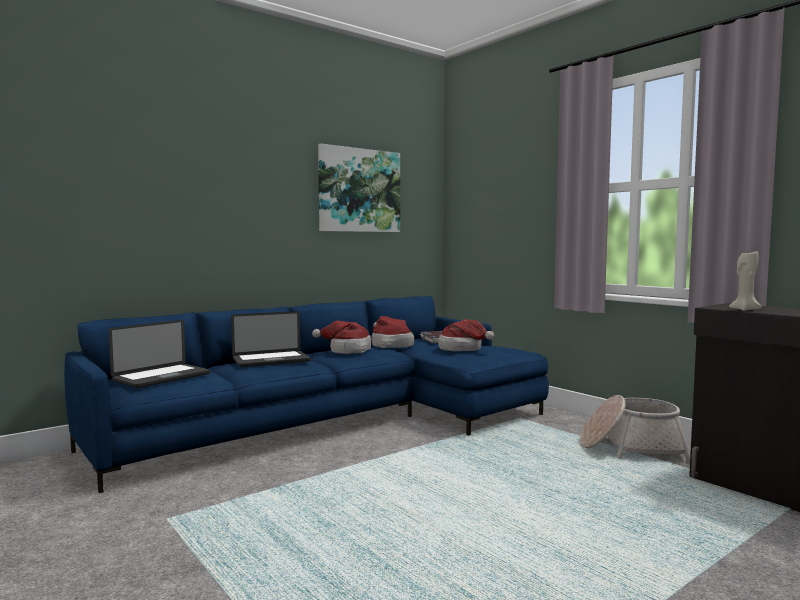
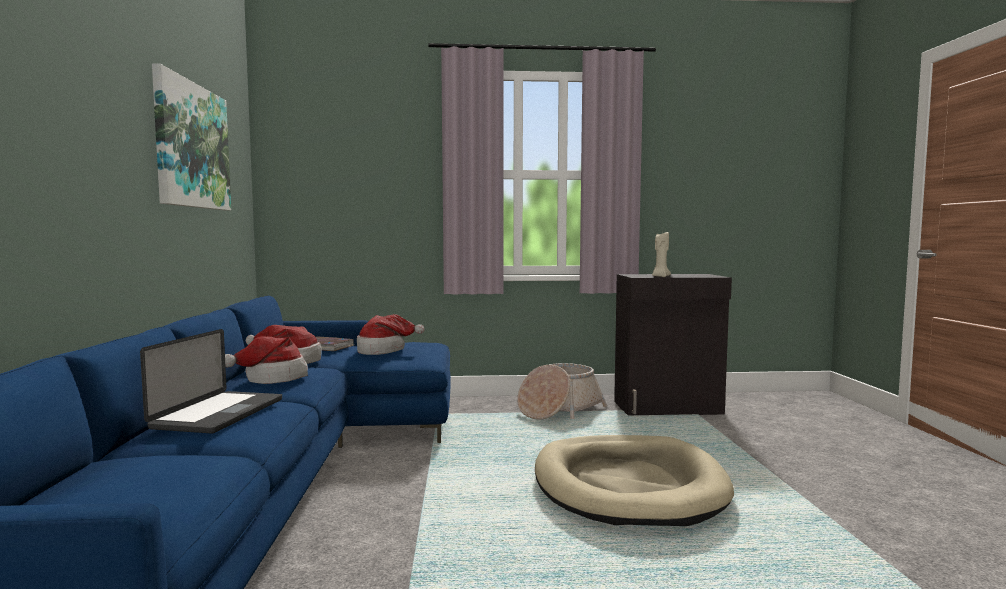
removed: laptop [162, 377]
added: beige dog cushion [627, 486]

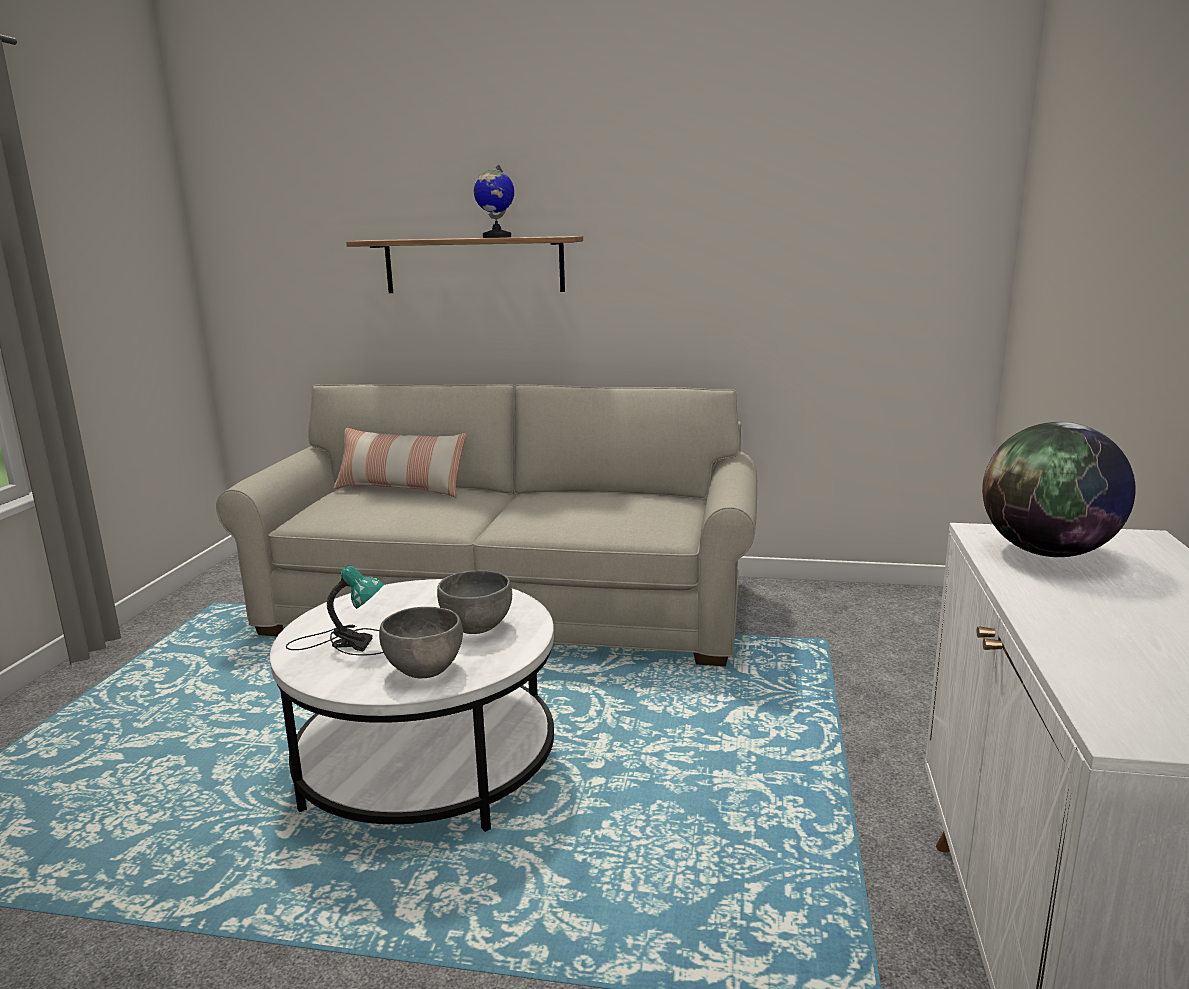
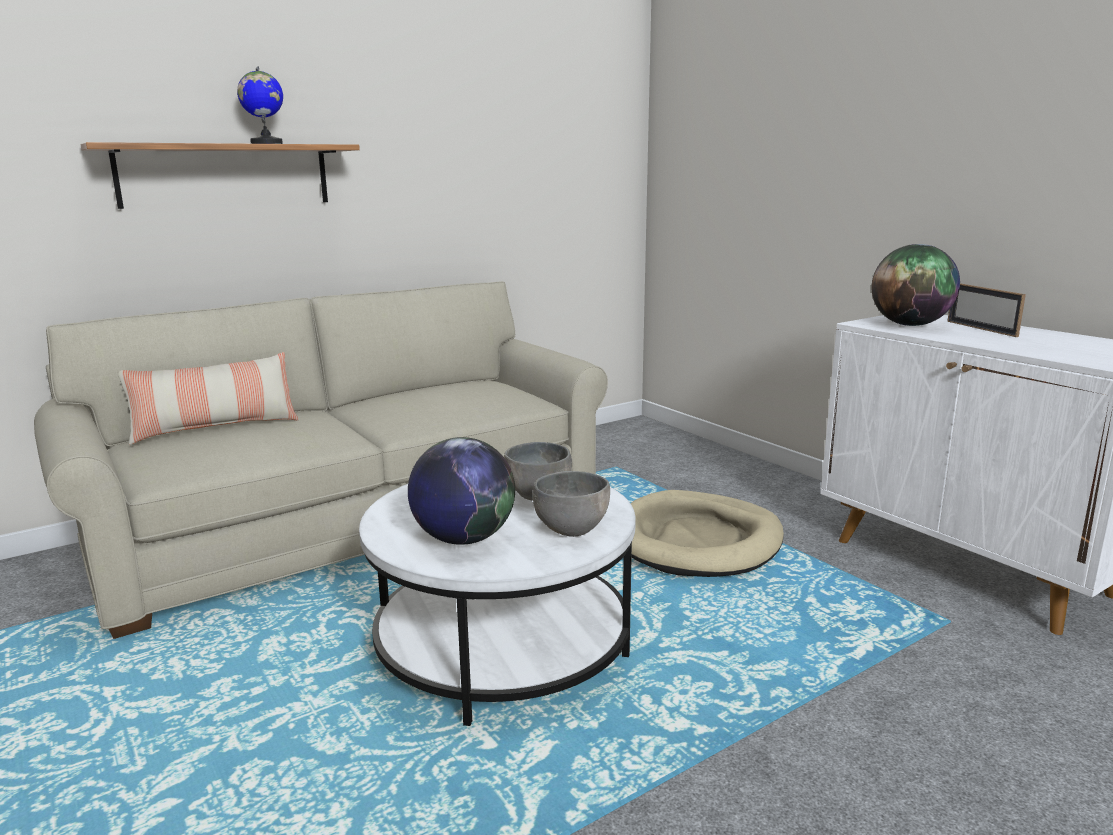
added: beige dog cushion [697, 541]; photo frame [981, 328]
replaced: tabletop lamp [348, 642] to globe [463, 539]

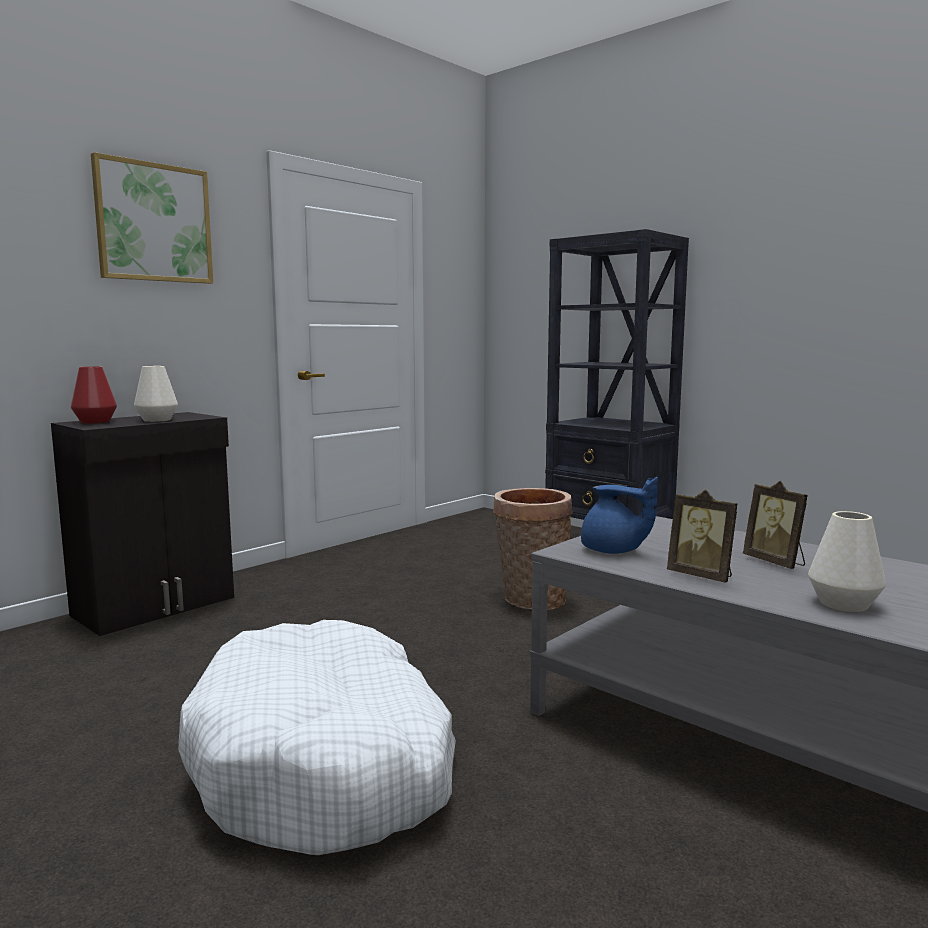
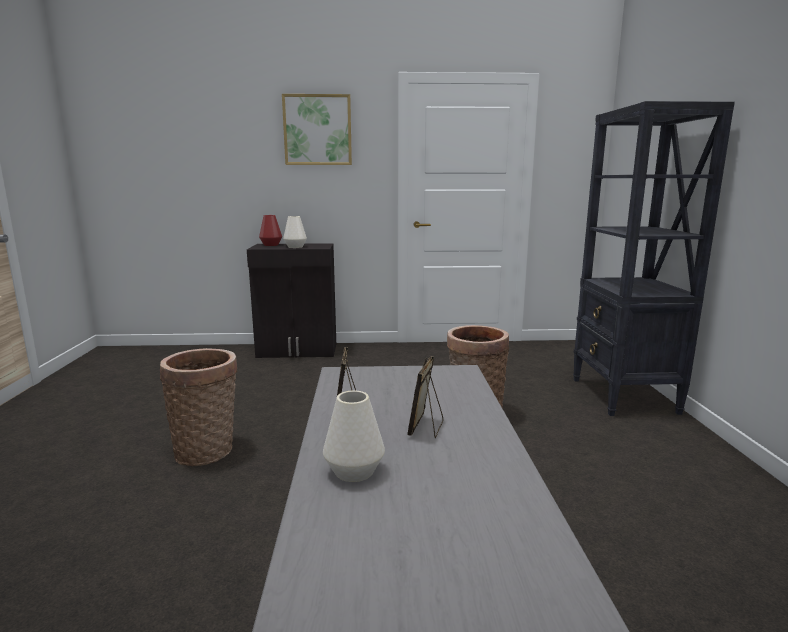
removed: bluish pot for tea [613, 551]
replaced: whitish dog cushion [325, 763] to storage basket [207, 450]

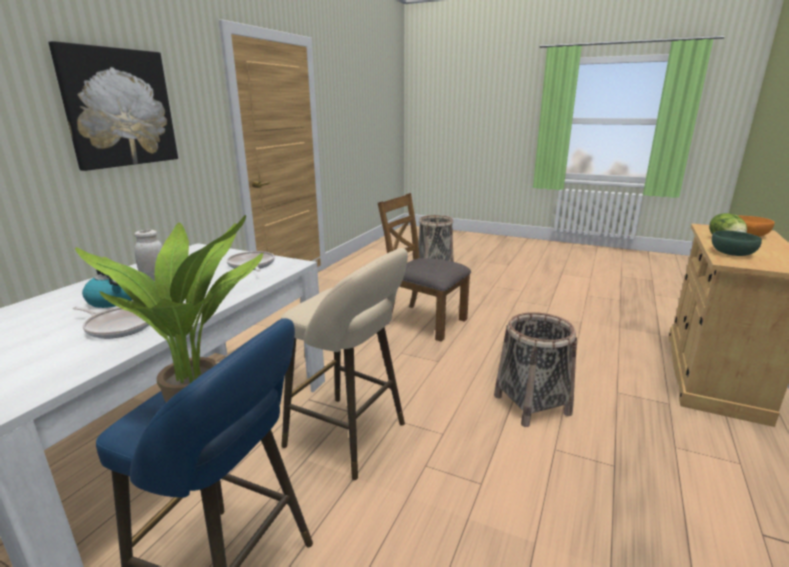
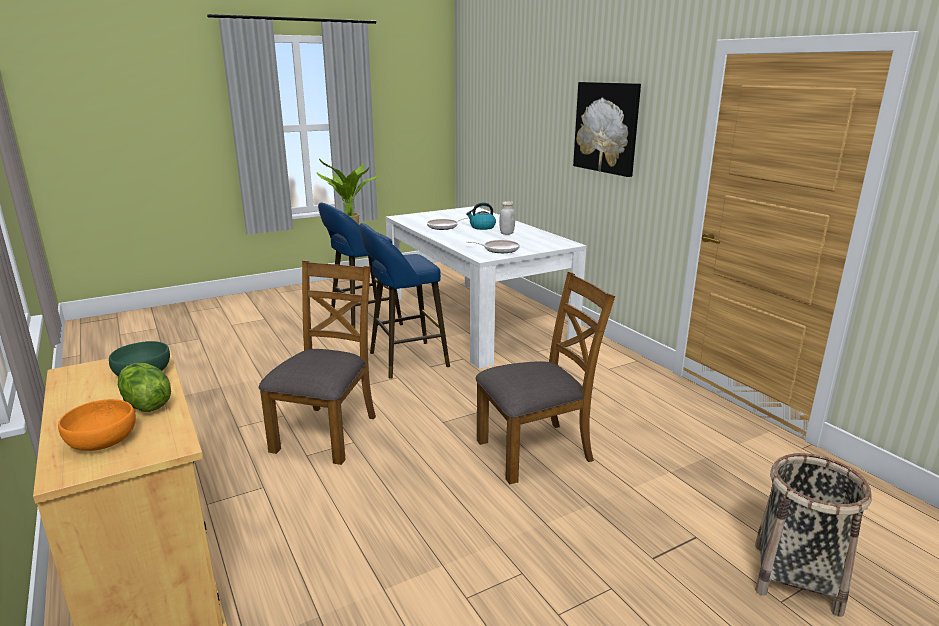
replaced: storage basket [531, 404] to brown plain chair [326, 433]
recoloured: beige stool [351, 437] to bluish stool [404, 360]

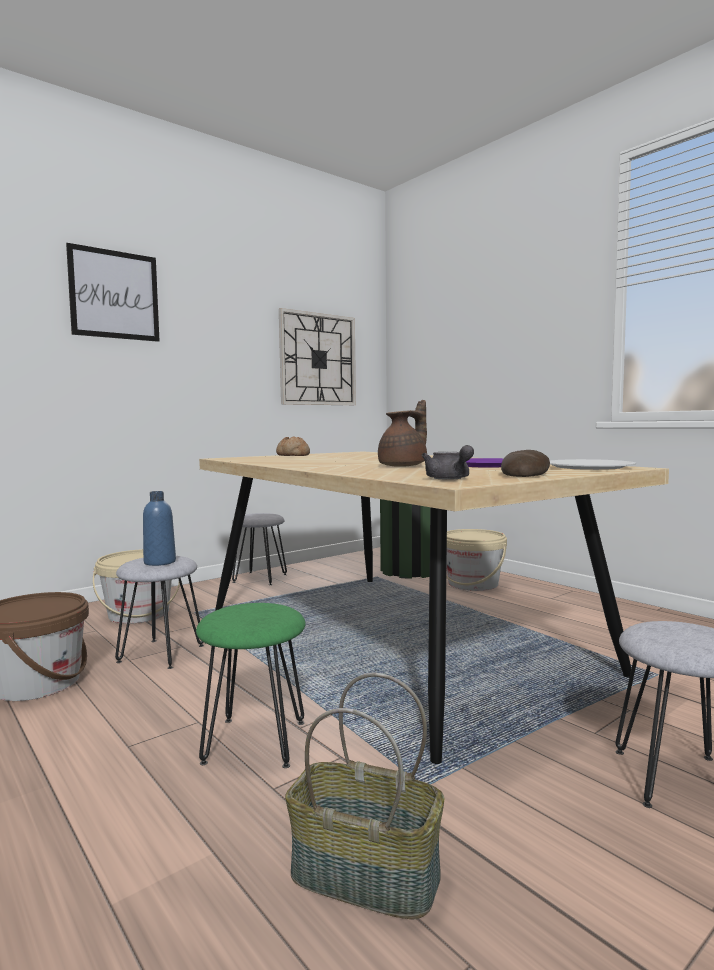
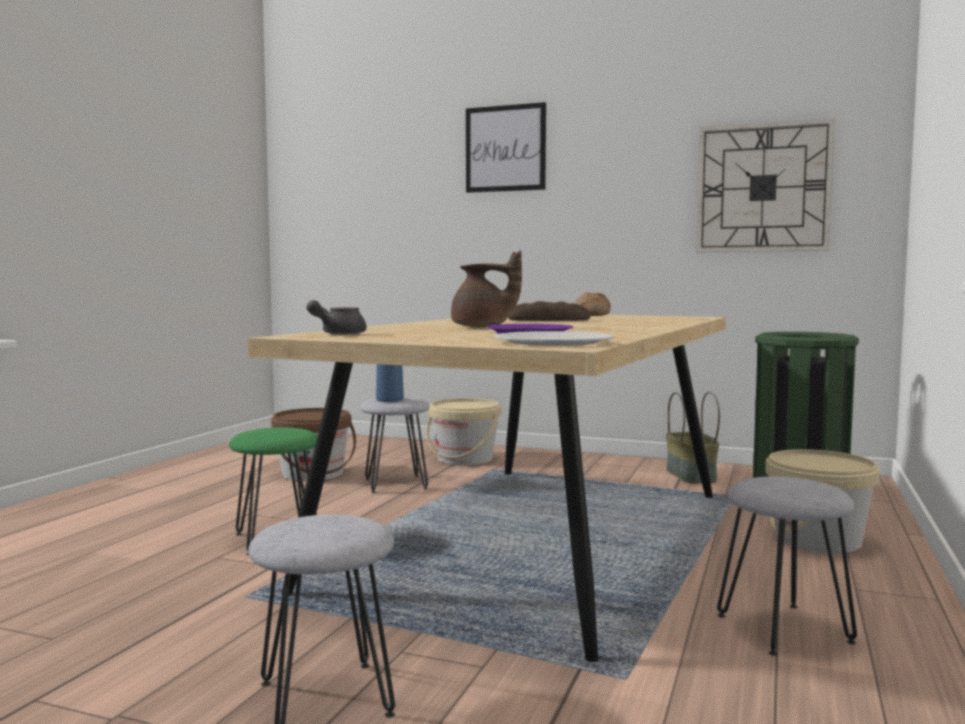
moved: gray stool [260, 578] to [785, 628]; storage basket [363, 877] to [689, 475]; bread [525, 473] to [549, 320]

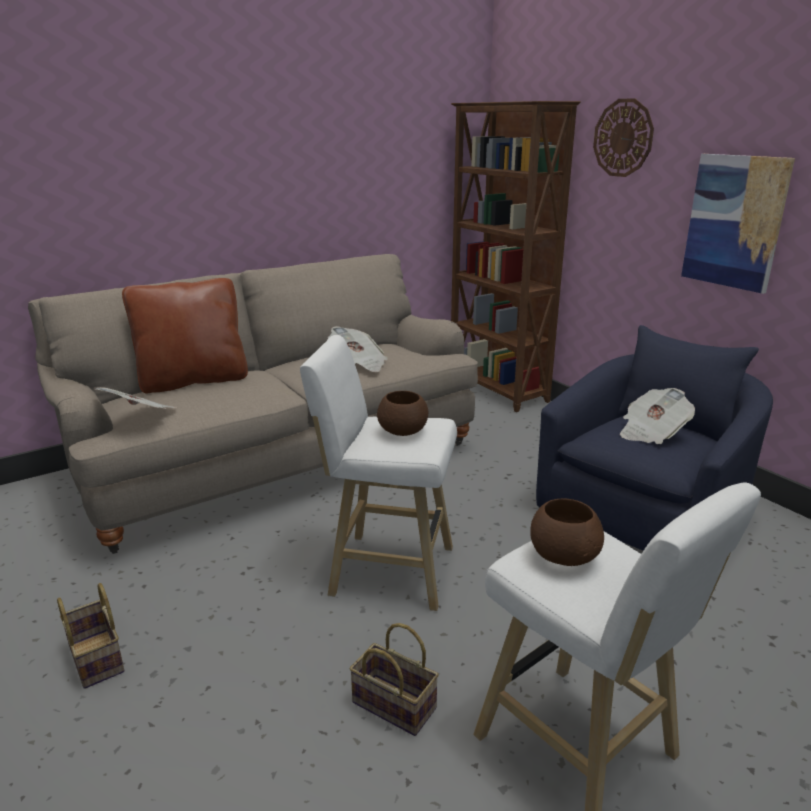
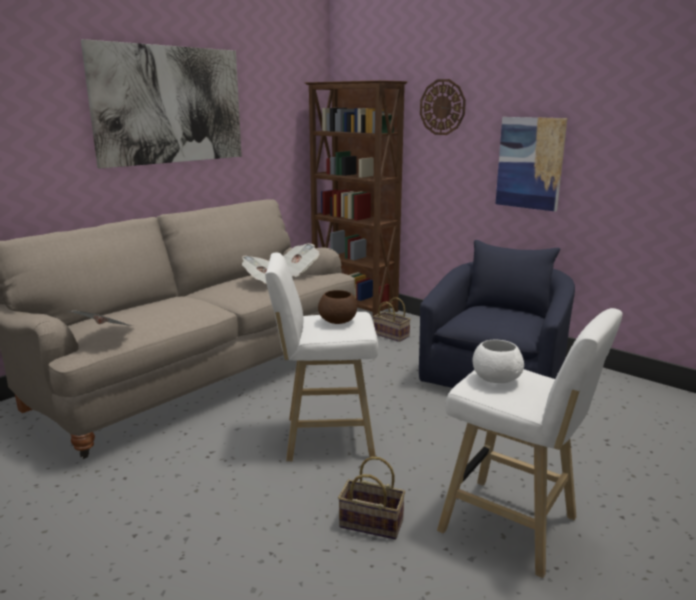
removed: brown cushion [193, 381]
added: picture [169, 105]
moved: storage basket [98, 659] to [392, 335]; daily paper [651, 433] to [296, 273]
recoloured: brown deep dish [563, 555] to whitish deep dish [495, 379]

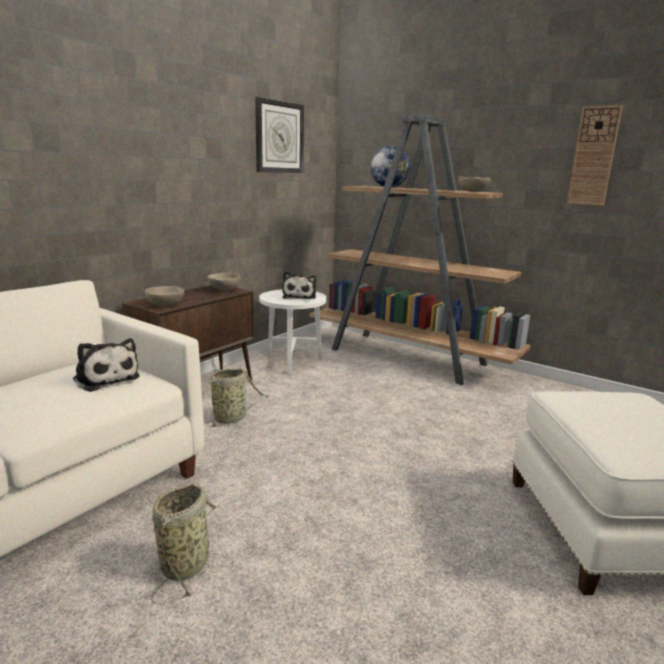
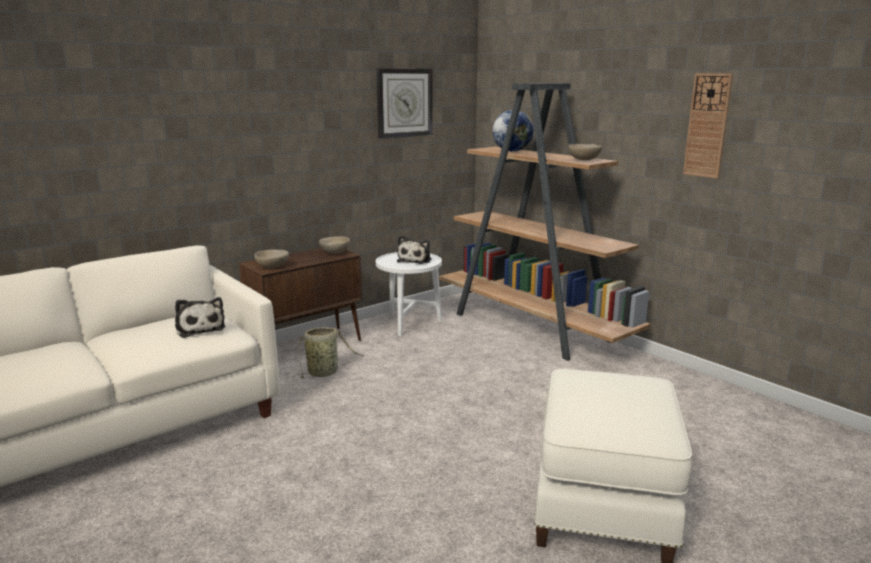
removed: storage basket [187, 563]

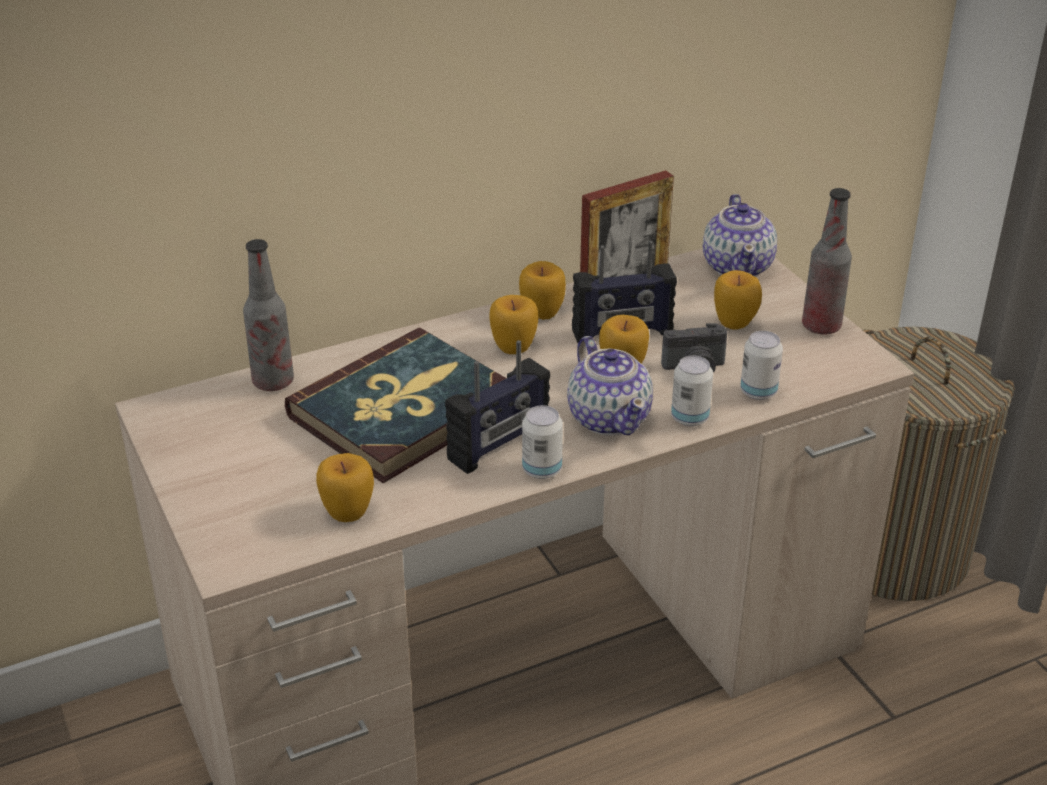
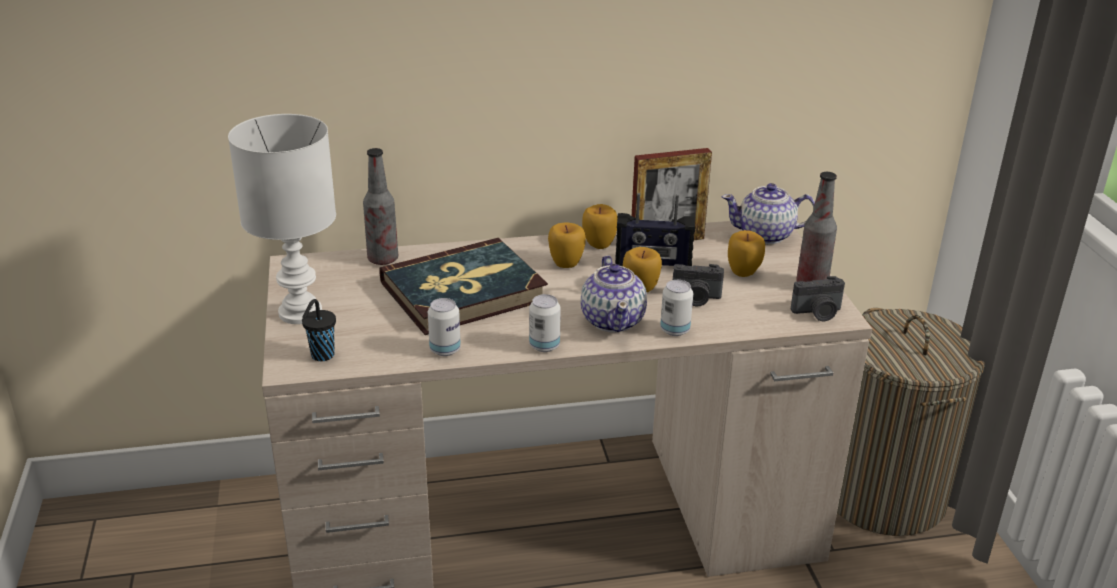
removed: whole apple [348, 512]; radio [500, 445]
added: whitish tabletop lamp [302, 312]; black-coloured small cup [321, 356]; photo camera [818, 313]
moved: sealed can [758, 392] to [445, 350]
turned: pot for tea [738, 266] = [766, 235] 75 degrees clockwise

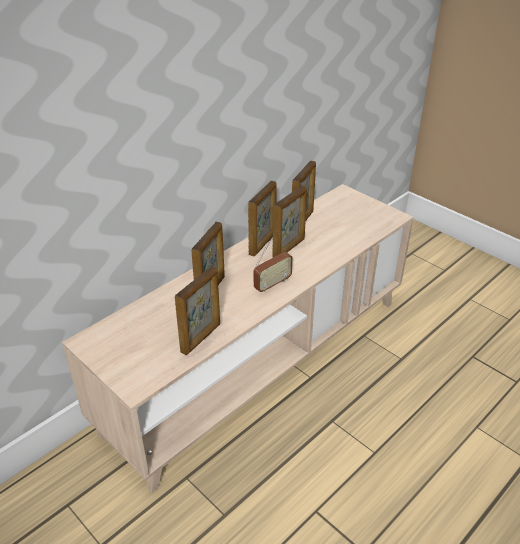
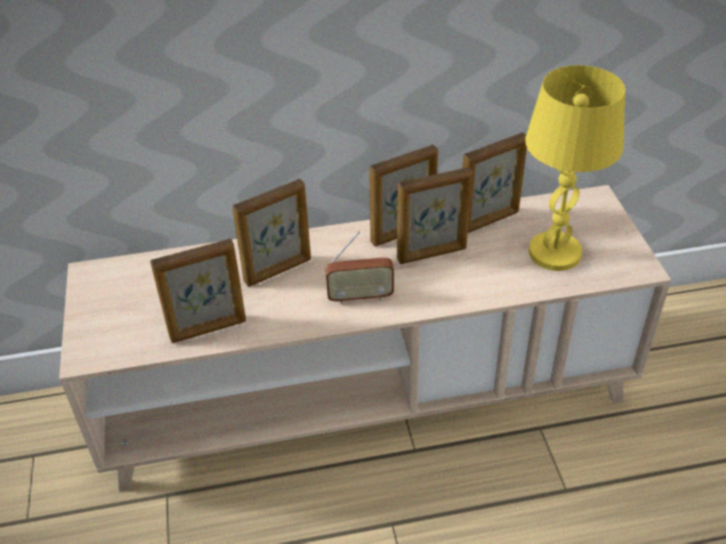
added: yellow tabletop lamp [554, 252]

